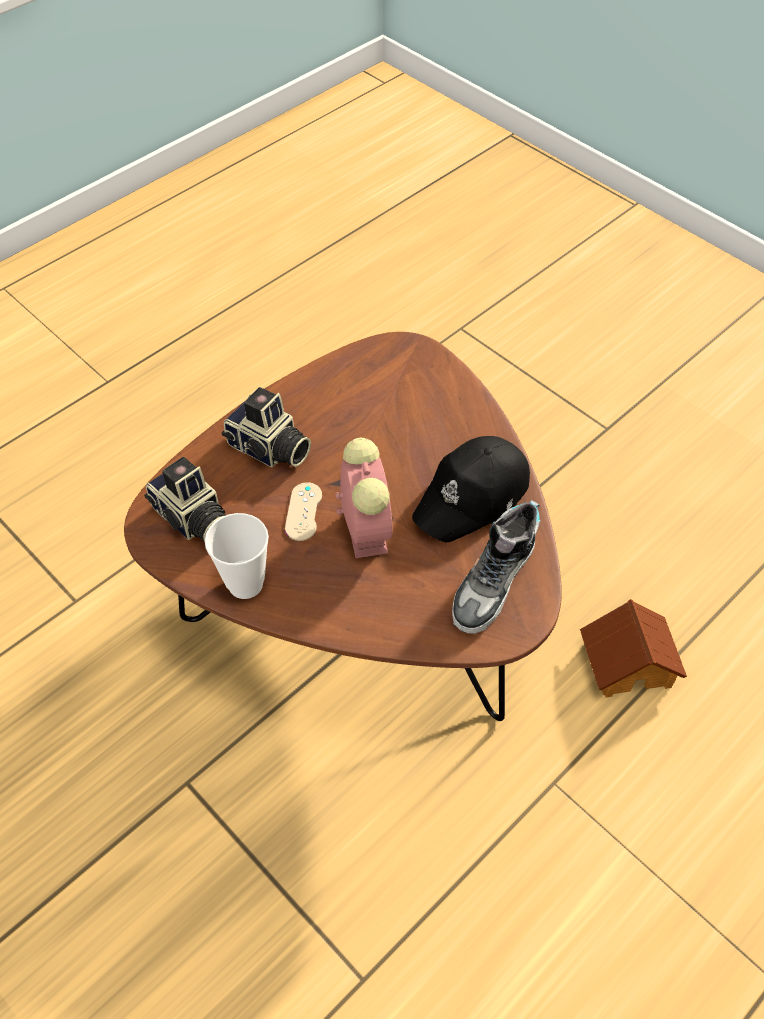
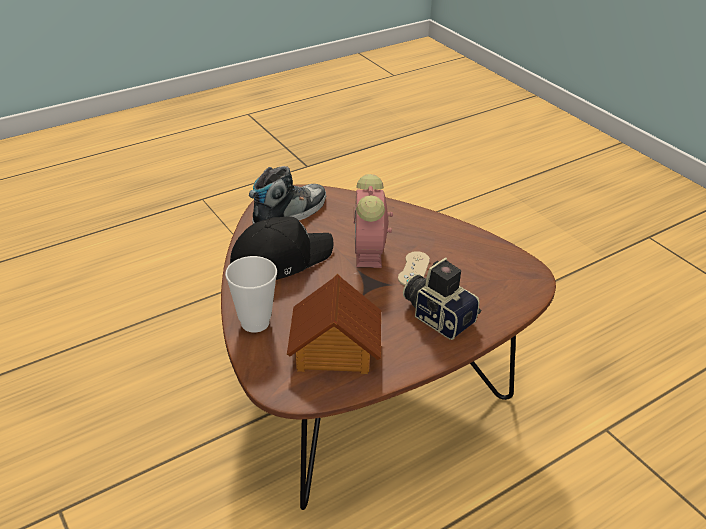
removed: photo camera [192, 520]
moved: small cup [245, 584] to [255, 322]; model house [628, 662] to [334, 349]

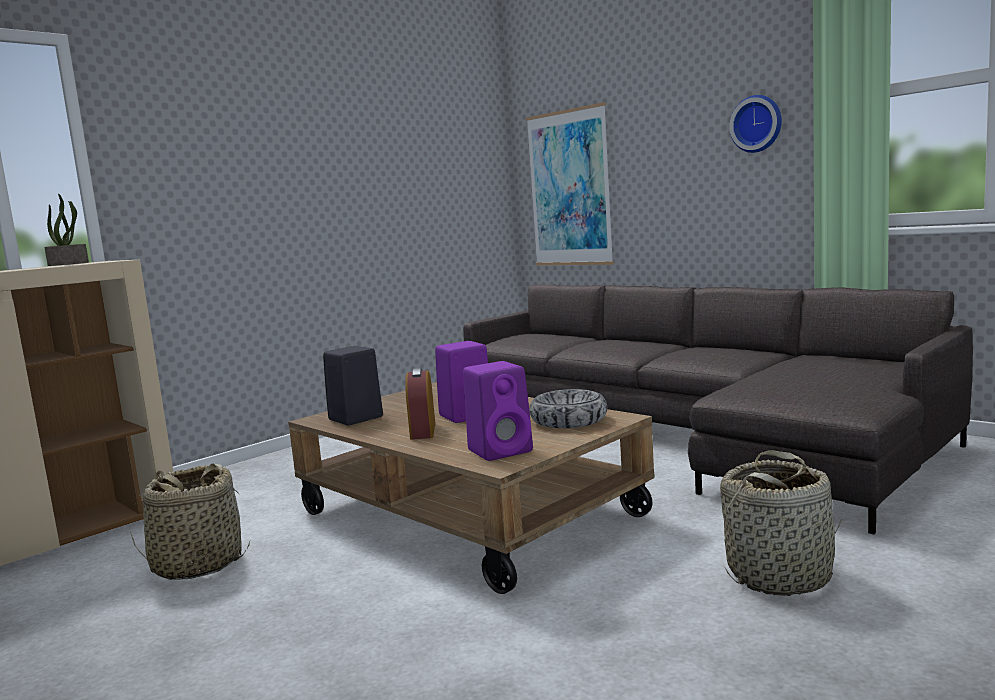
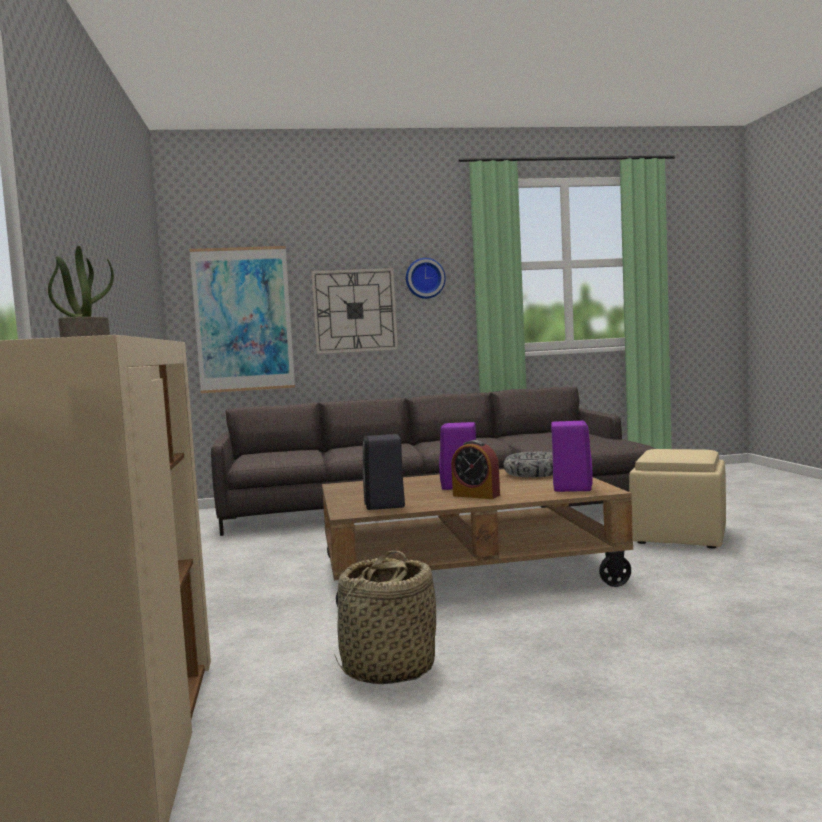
added: clock on the wall [354, 310]
replaced: storage basket [780, 575] to beige pouffe [680, 536]

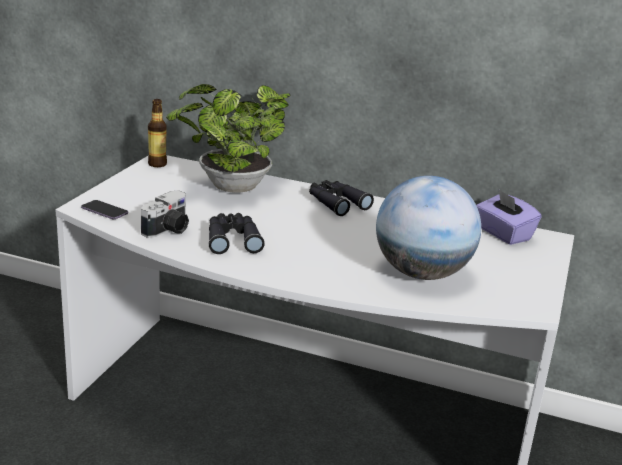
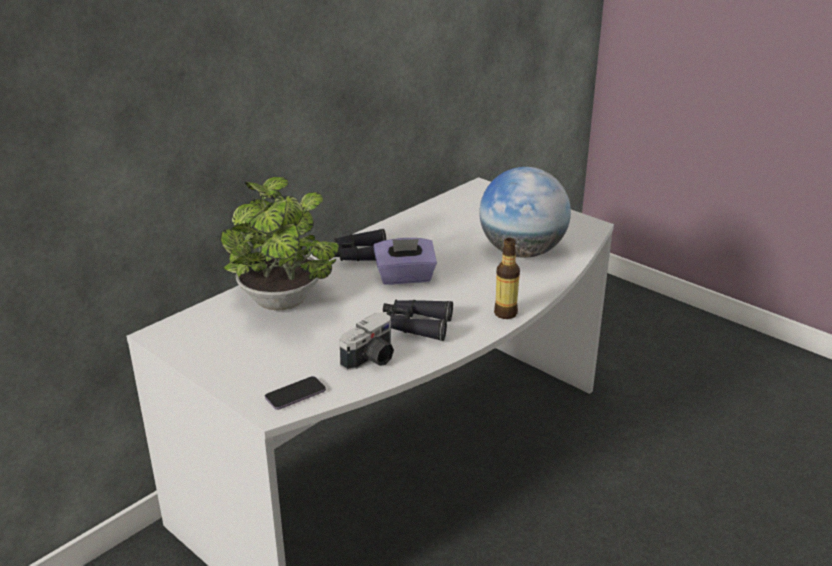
moved: drink bottle [157, 164] to [505, 313]; purple-coloured tissue box [503, 234] to [405, 277]
turned: photo camera [169, 230] = [372, 359] 75 degrees clockwise

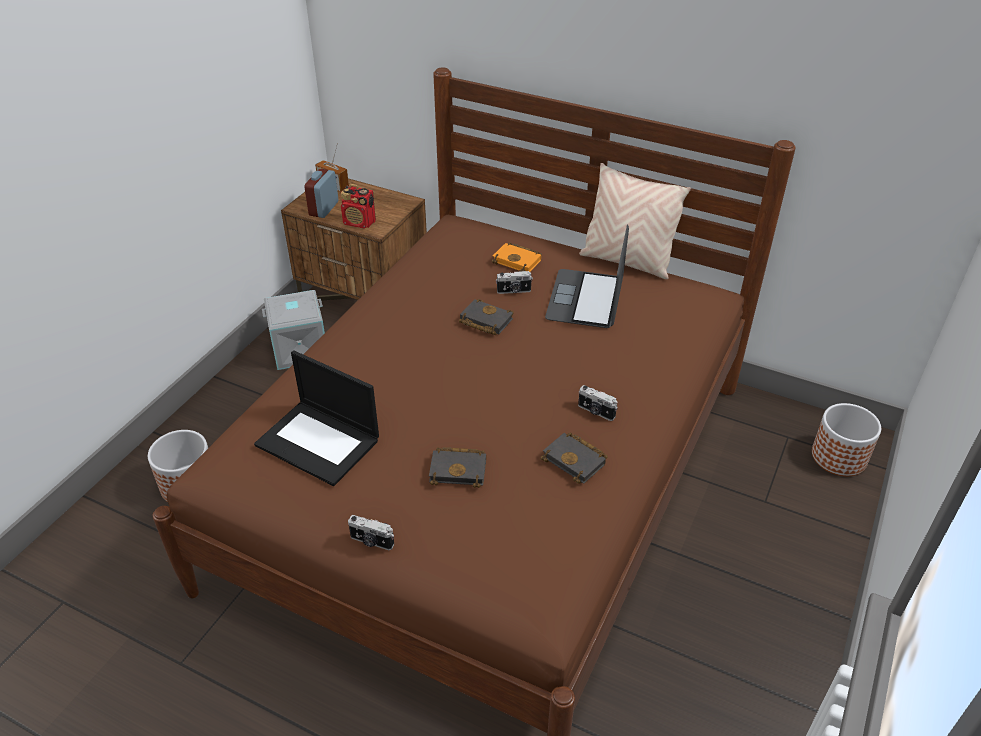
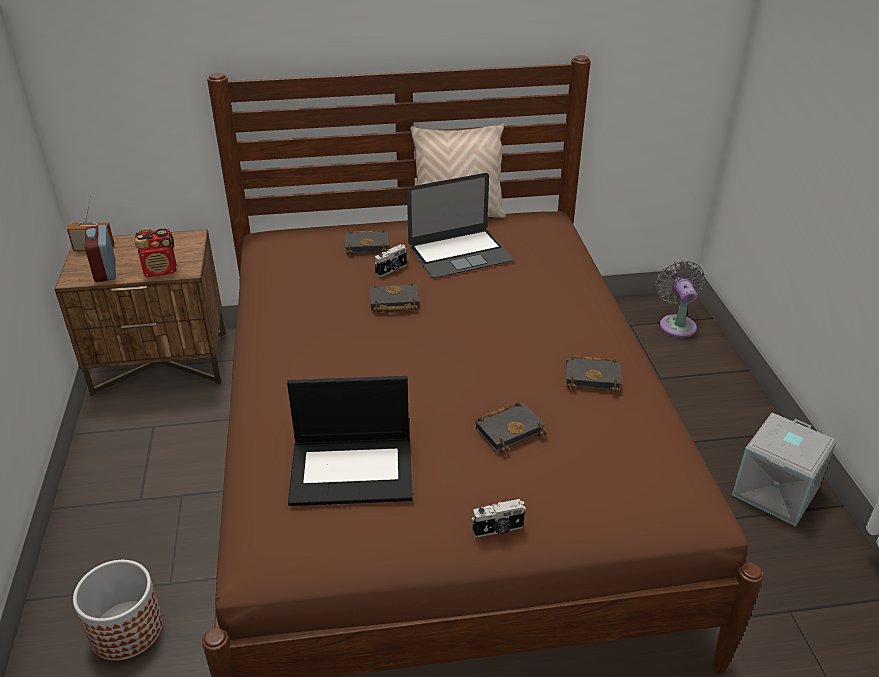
removed: photo camera [596, 412]
moved: gray storage bin [299, 350] to [776, 492]
replaced: plant pot [838, 457] to gray fan [676, 324]
recoloured: orangey bound book [518, 261] to black-coloured bound book [368, 245]
turned: laptop [585, 299] = [460, 253] 90 degrees counterclockwise

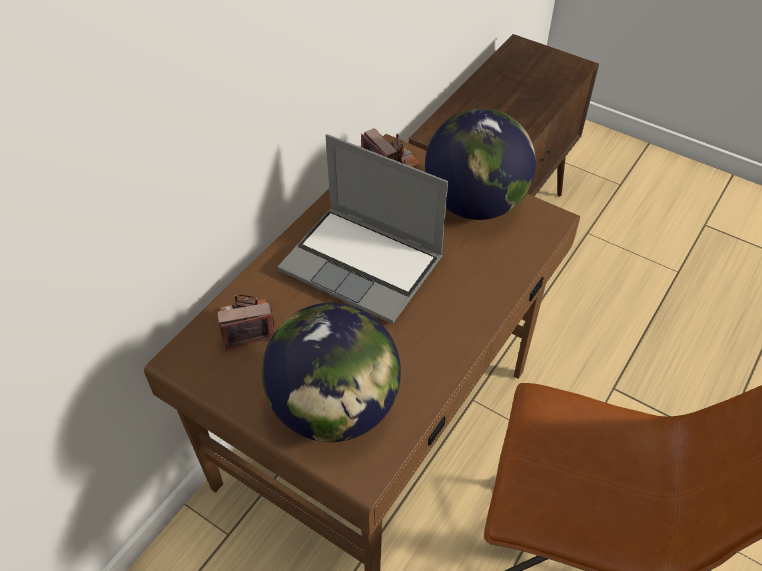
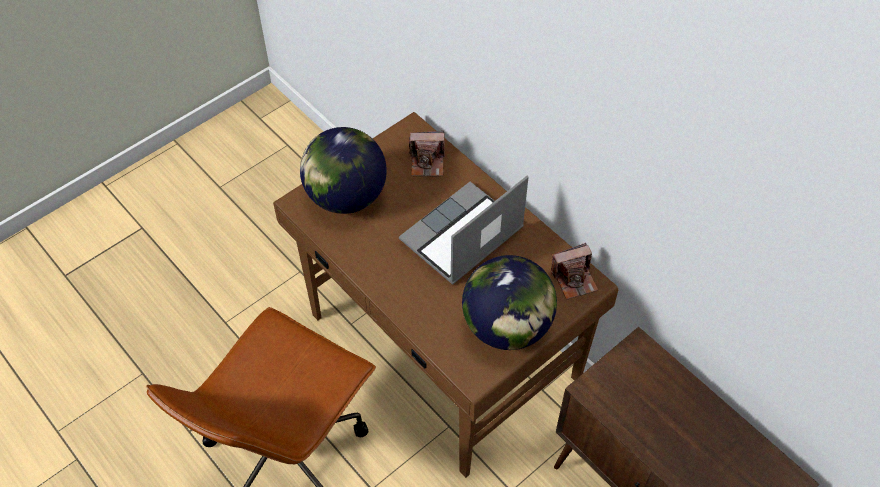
turned: photo camera [246, 326] = [427, 162] 90 degrees clockwise

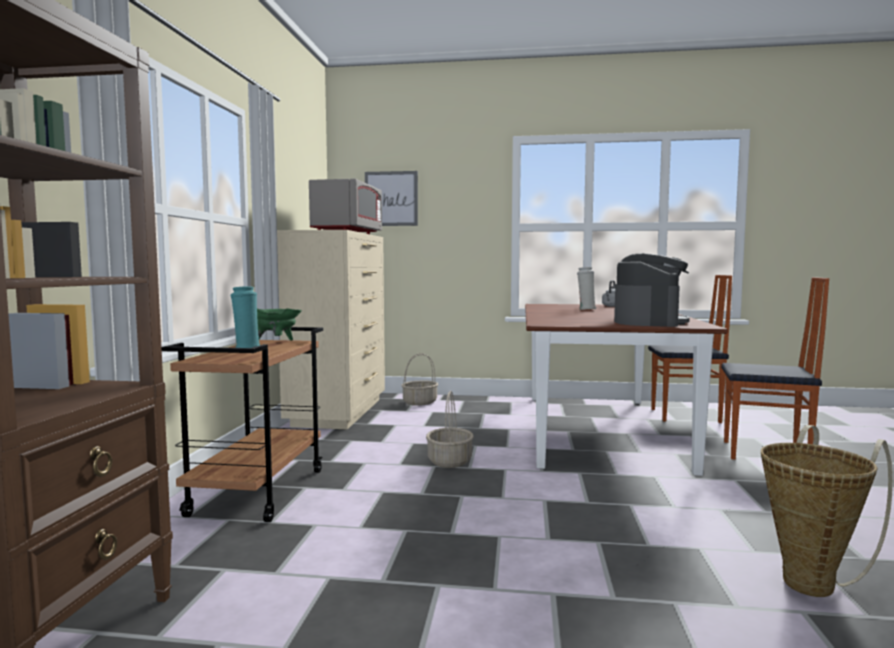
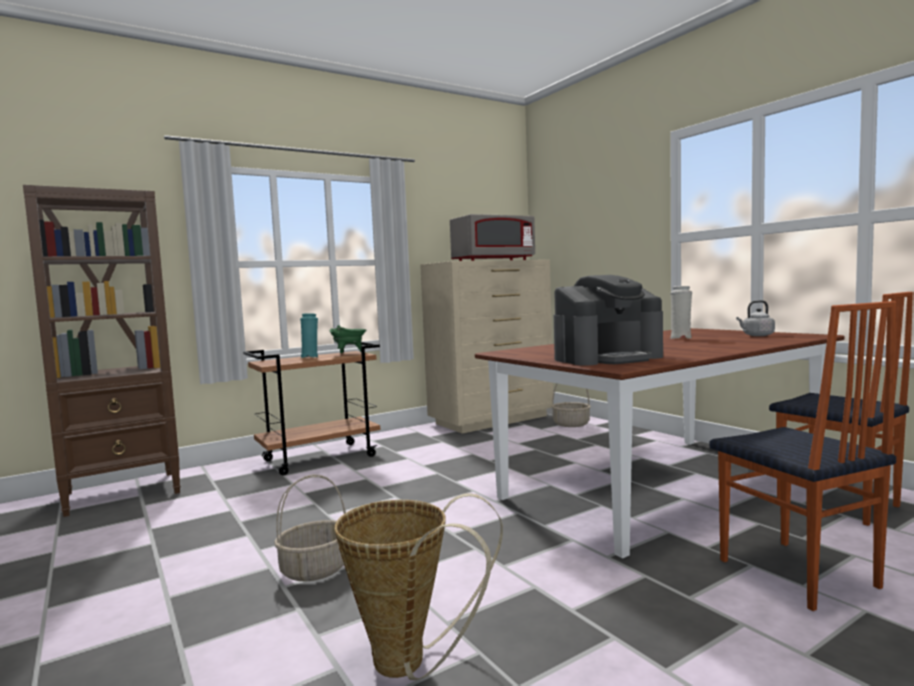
removed: picture [391, 198]
moved: storage basket [450, 461] to [315, 570]

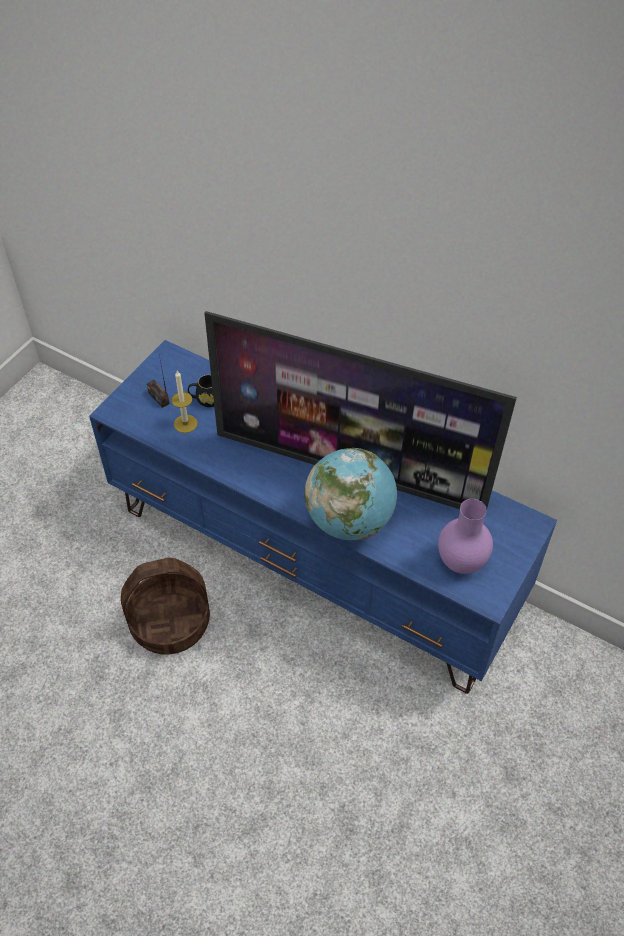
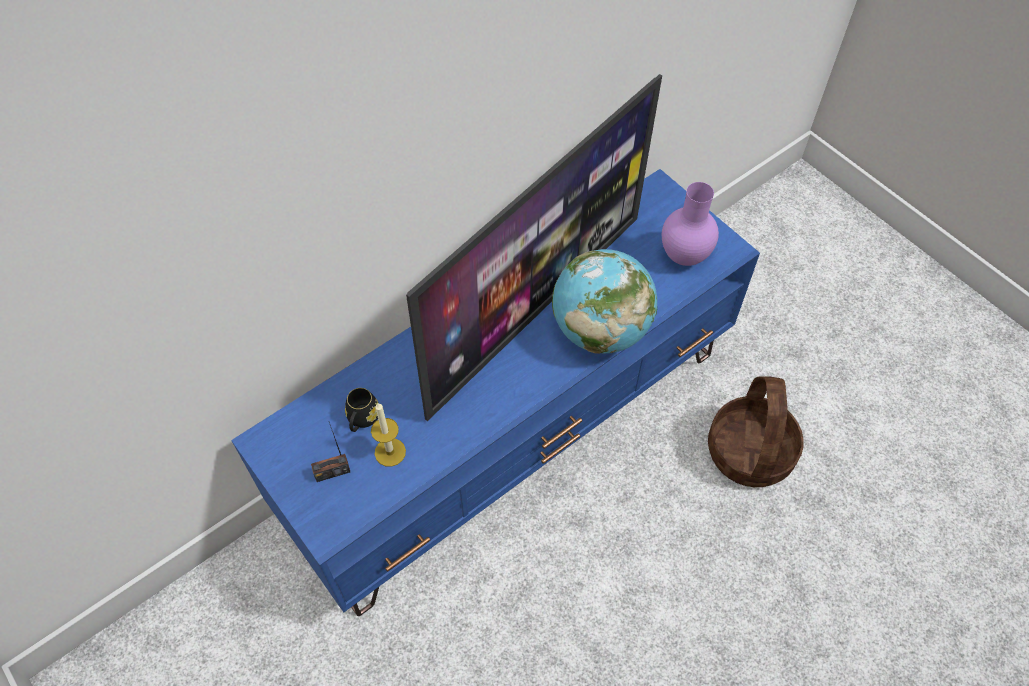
moved: storage basket [170, 623] to [750, 452]

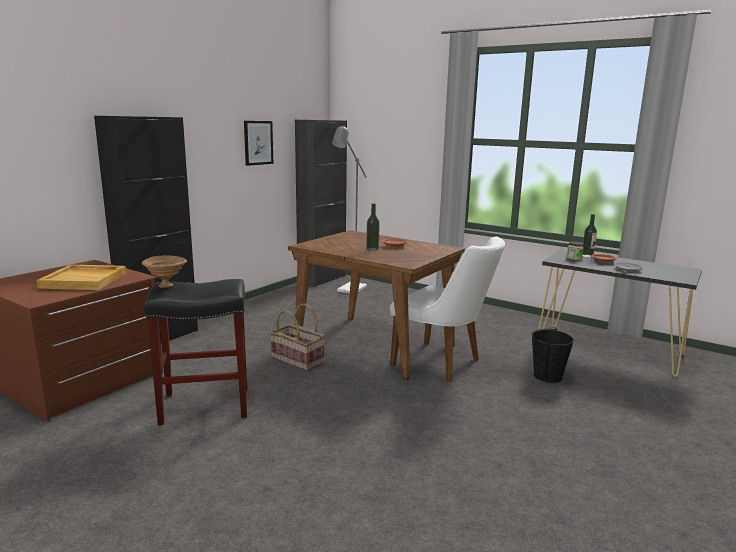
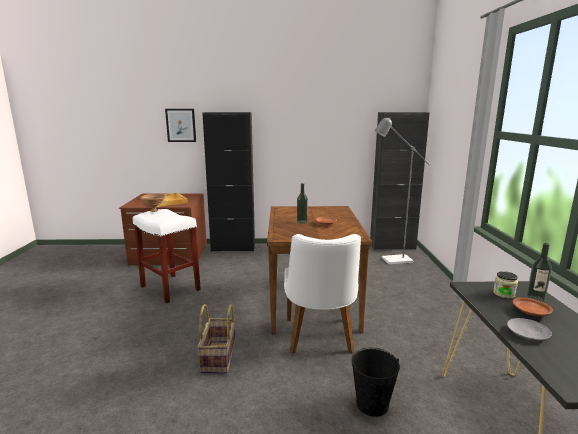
moved: picture [258, 142] to [181, 125]; storage basket [298, 360] to [219, 357]
recoloured: black-coloured stool [207, 405] to whitish stool [171, 288]

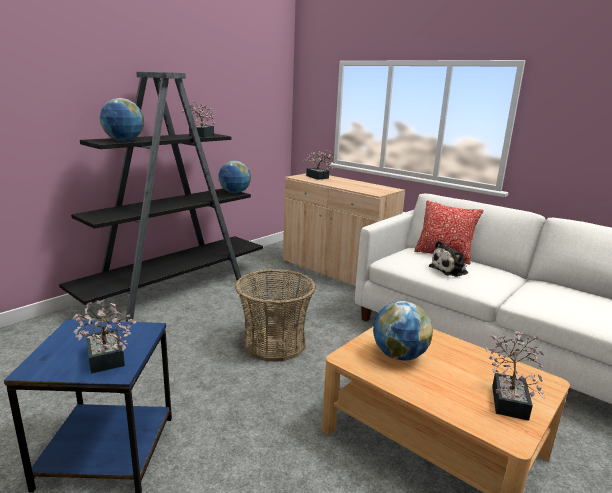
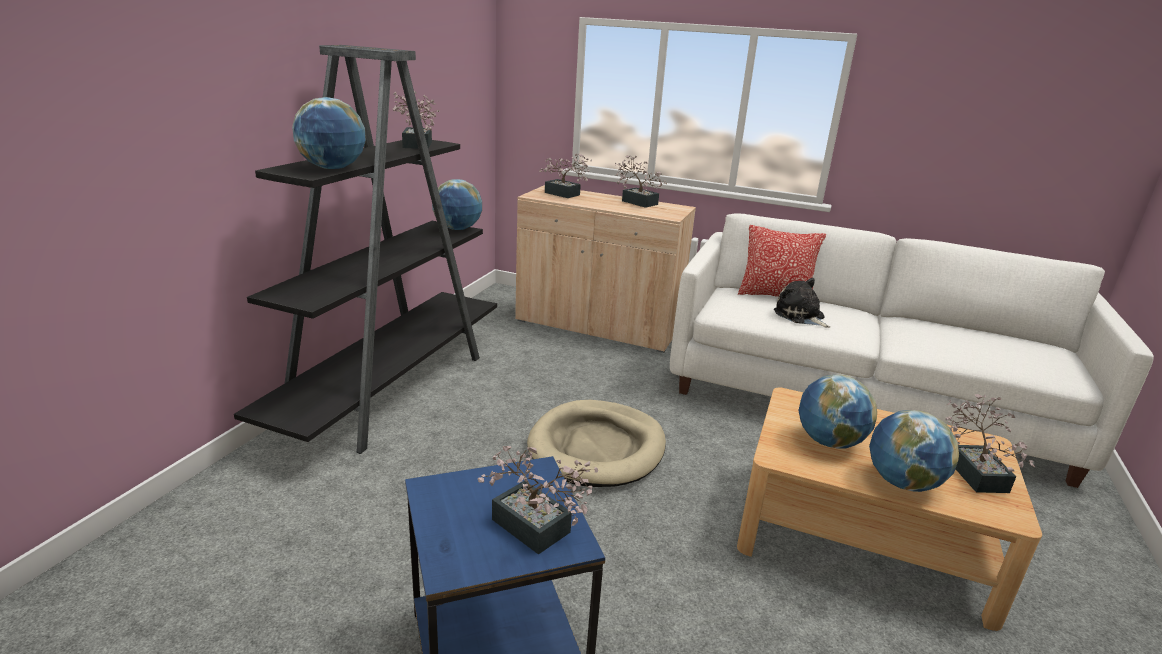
added: potted plant [636, 202]; globe [902, 483]
replaced: storage basket [274, 343] to beige dog cushion [597, 448]
turned: plush toy [450, 270] = [800, 316] 105 degrees clockwise

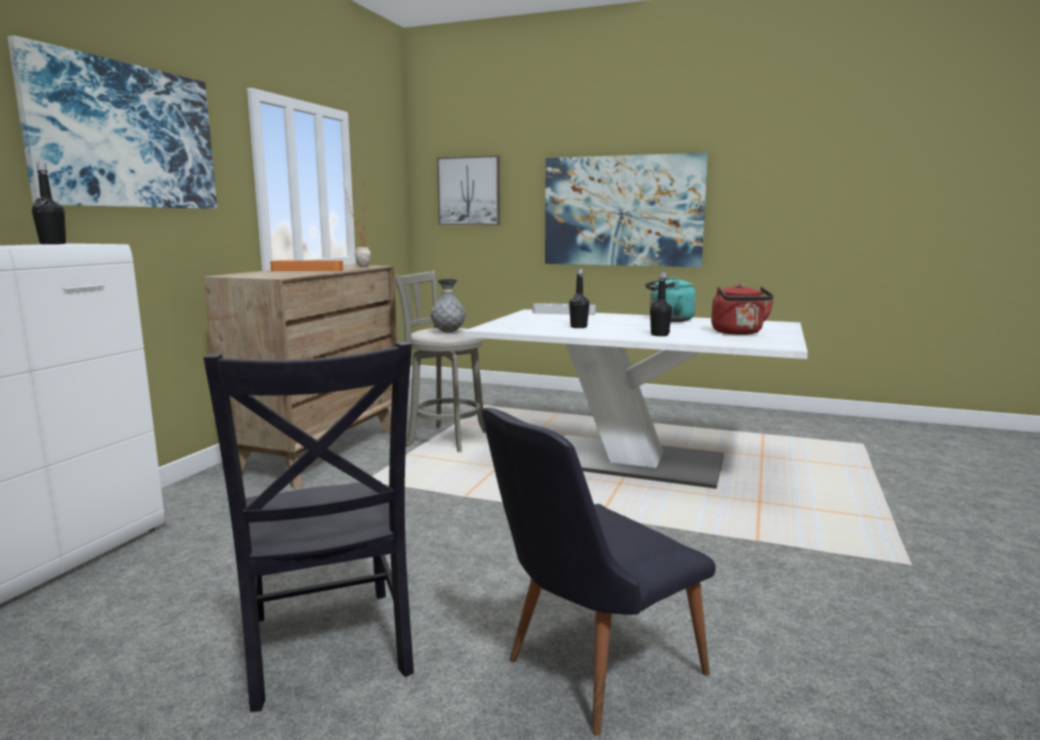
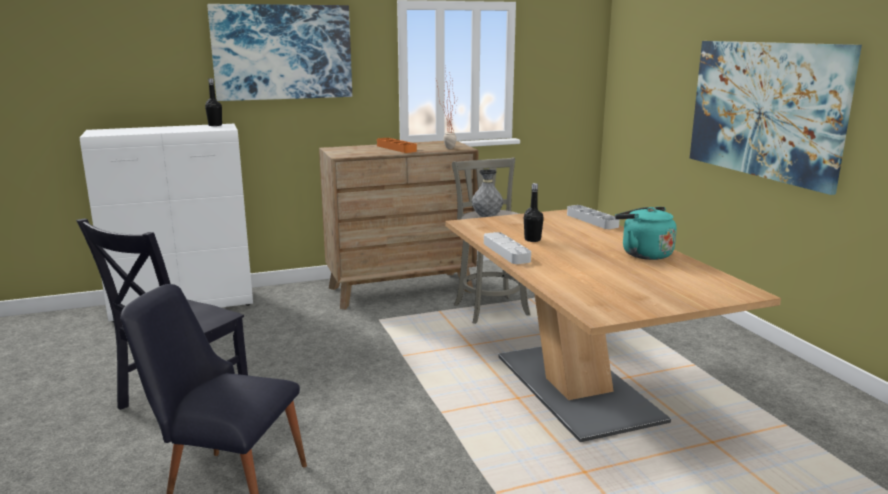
removed: picture [469, 191]; black-coloured drink bottle [659, 335]; reddish kettle [738, 333]
added: gray serving tray [506, 252]
recoloured: whitish kitchen table [633, 461] to brown kitchen table [576, 388]

